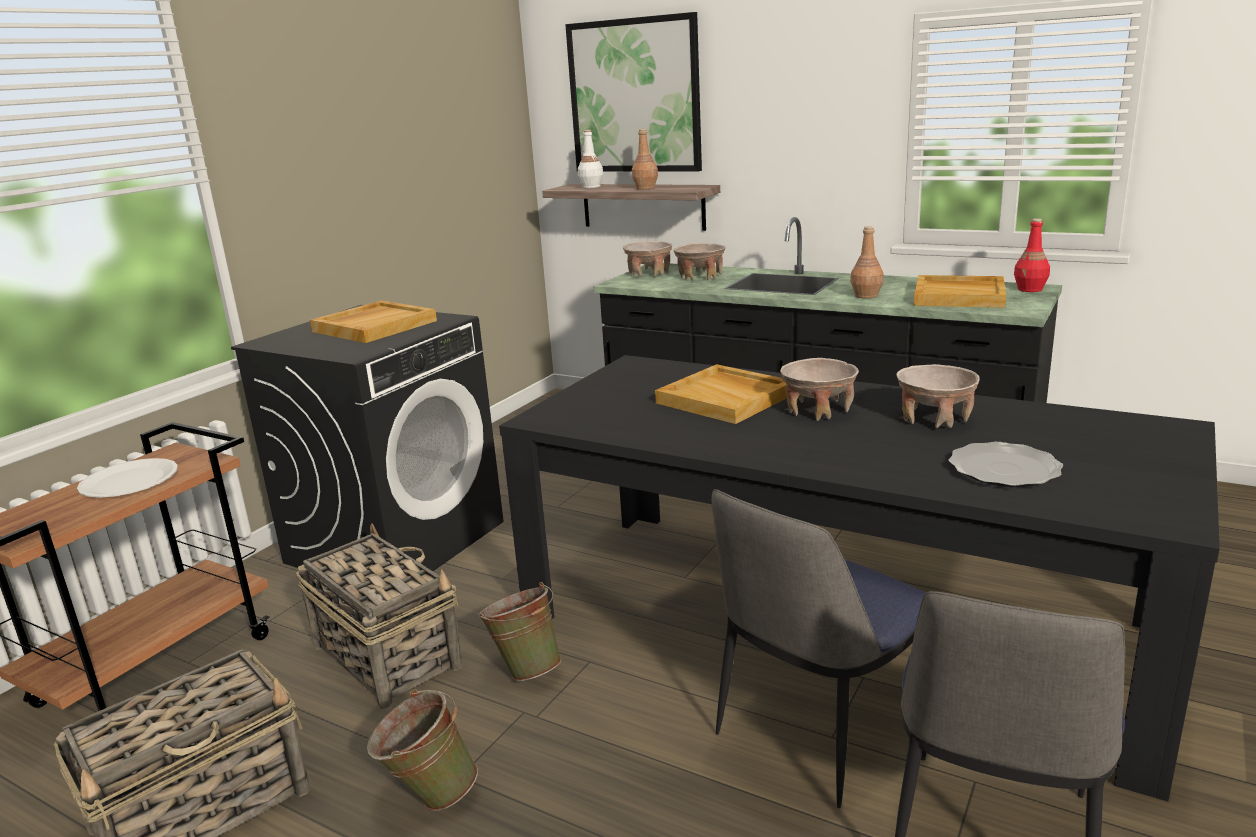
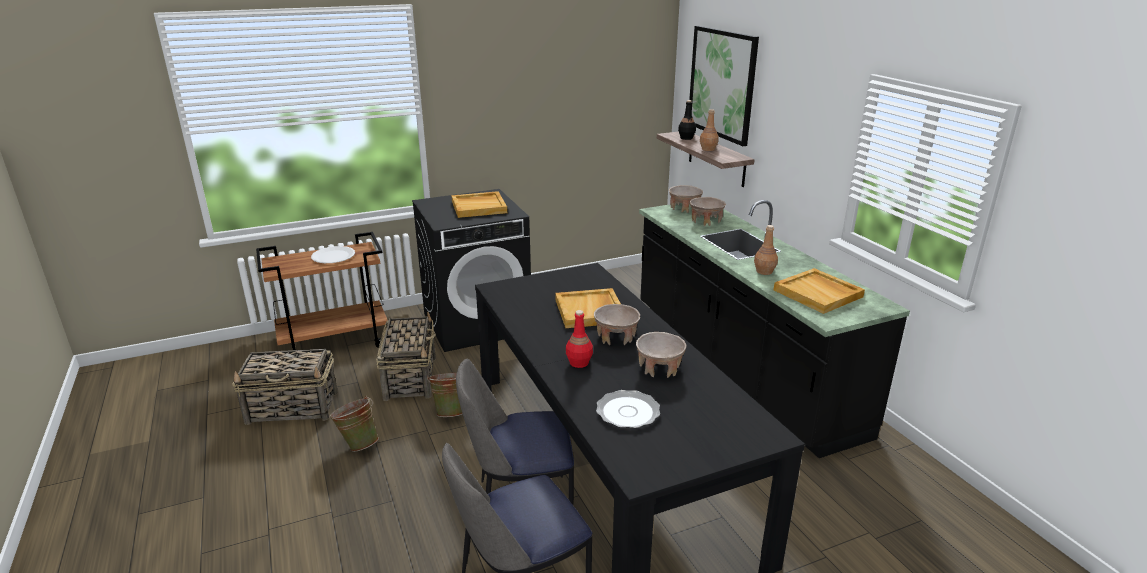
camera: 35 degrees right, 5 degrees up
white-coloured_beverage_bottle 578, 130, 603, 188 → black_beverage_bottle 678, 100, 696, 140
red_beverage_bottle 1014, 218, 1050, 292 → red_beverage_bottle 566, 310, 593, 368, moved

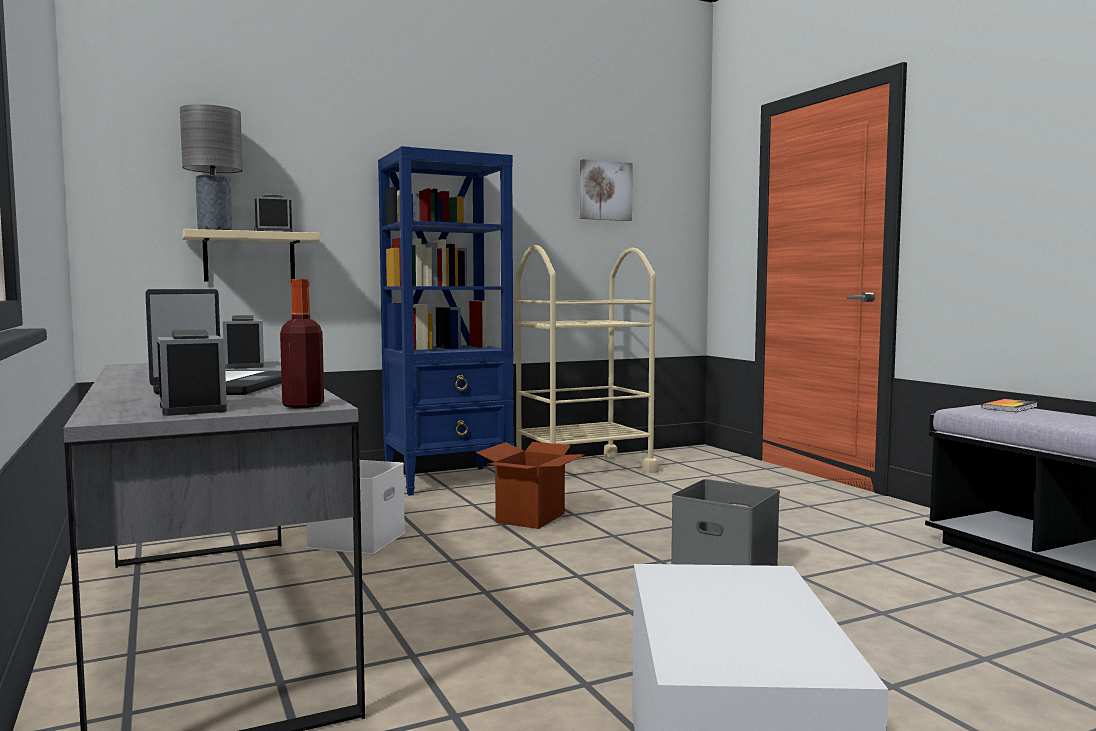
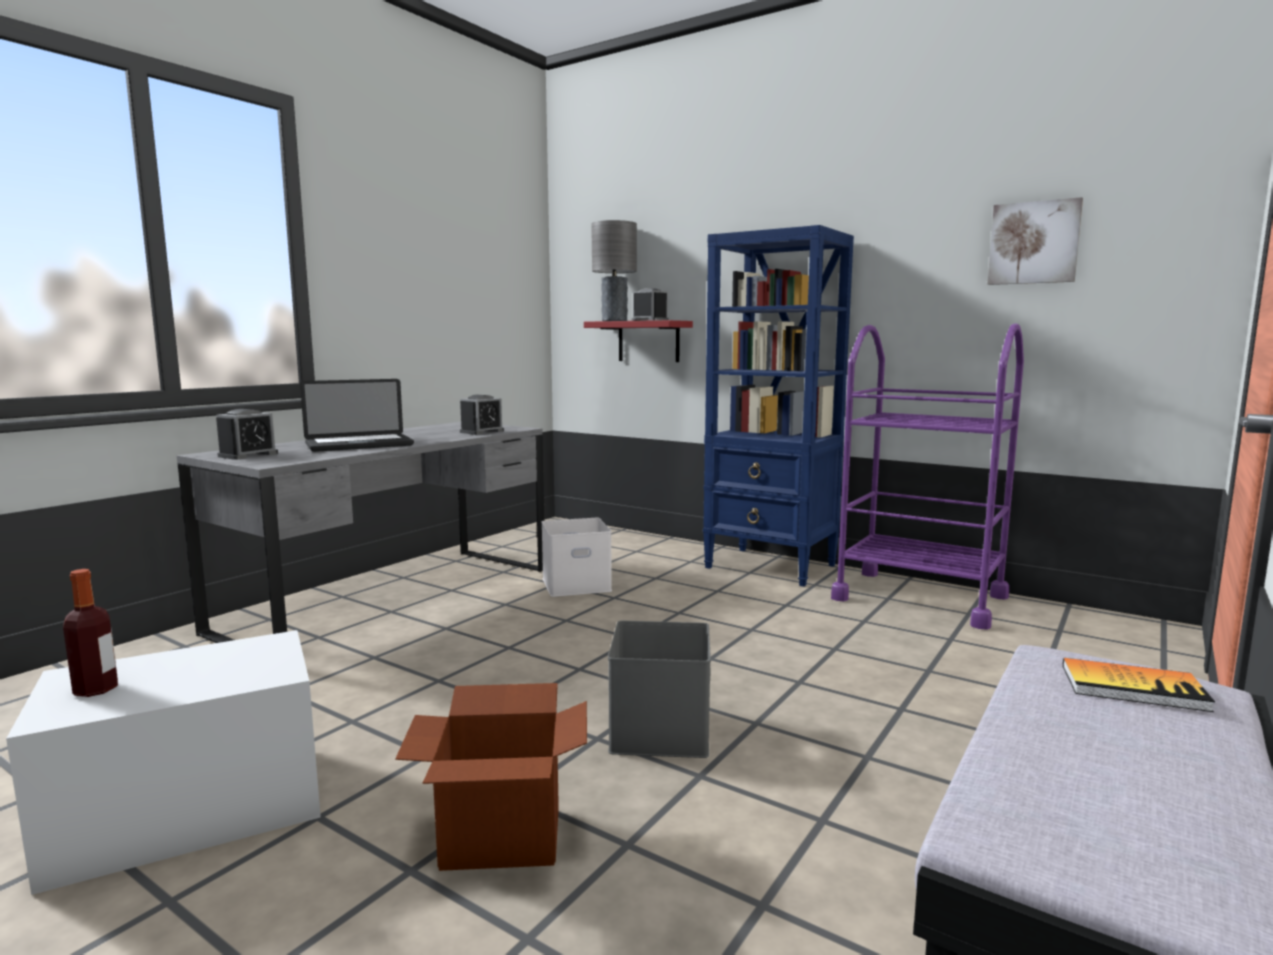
camera: 60 degrees right, 5 degrees up
beige-coloured_wall_shelf 182, 229, 320, 282 → red_wall_shelf 584, 320, 693, 362
beige-coloured_wheeled_cart 516, 245, 658, 473 → purple_wheeled_cart 831, 323, 1024, 630
beverage_bottle 280, 279, 324, 408 → beverage_bottle 63, 569, 118, 697, moved
packing_box 476, 442, 586, 529 → packing_box 395, 683, 587, 871, moved

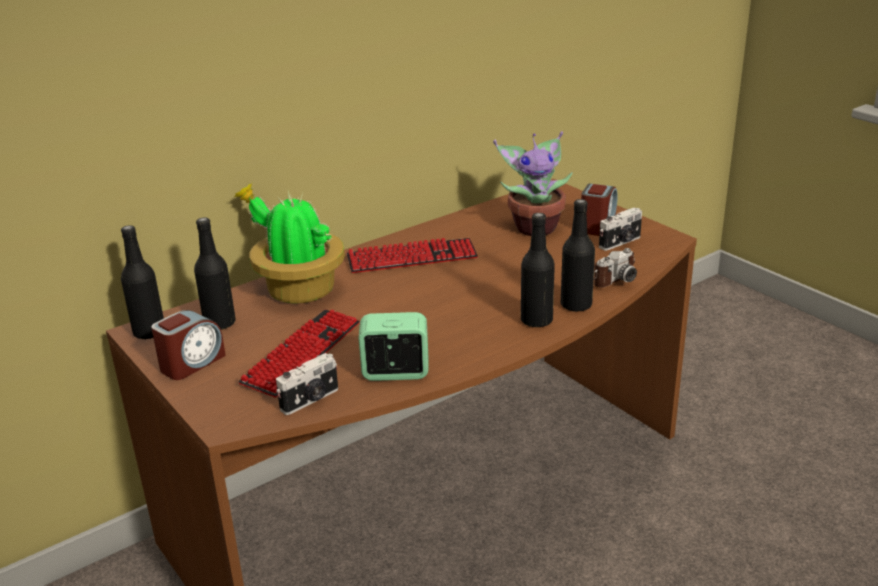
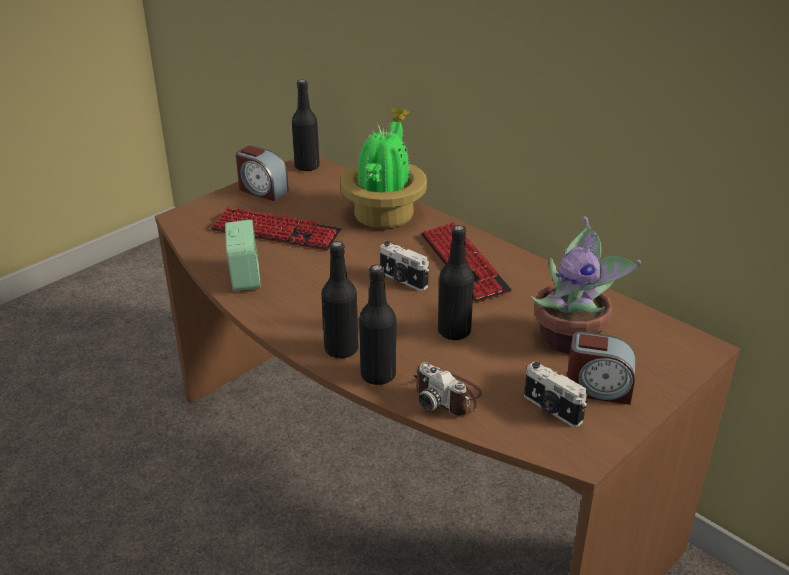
camera: 80 degrees right, 5 degrees up
black_beverage_bottle 194, 217, 236, 330 → black_beverage_bottle 438, 225, 474, 341, moved
photo_camera 276, 353, 338, 415 → photo_camera 380, 241, 429, 291, moved

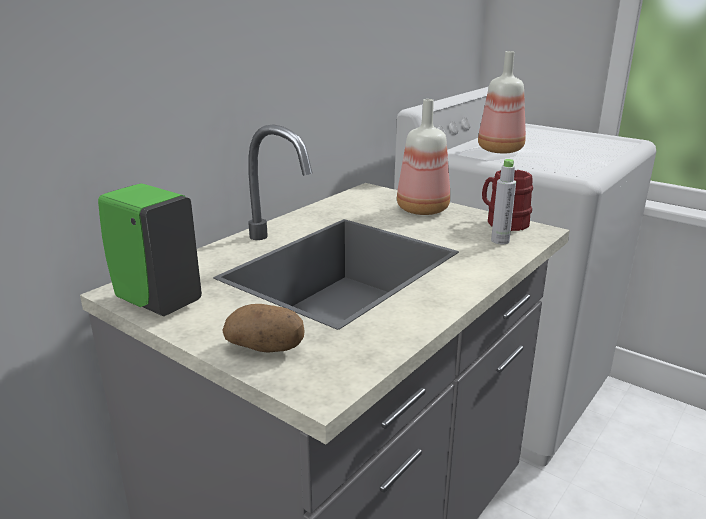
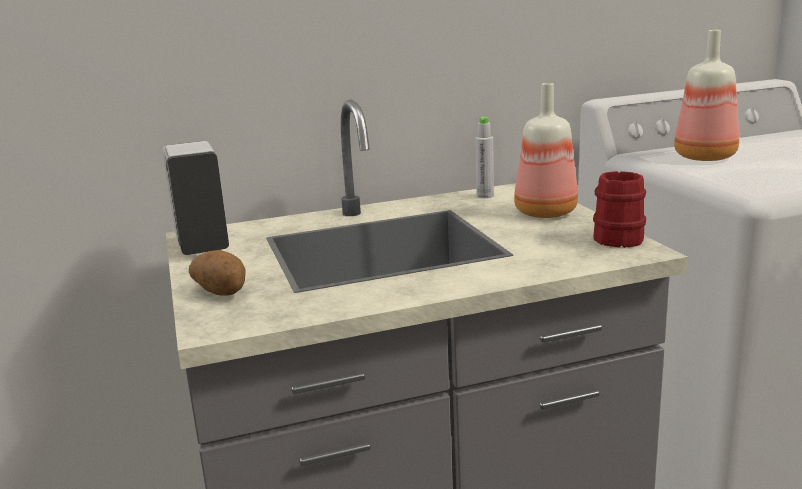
camera: 35 degrees right, 5 degrees down
gray_beverage_bottle 491, 159, 516, 244 → gray_beverage_bottle 475, 117, 494, 198, moved
greenish_liquid_soap_bottle 98, 183, 202, 316 → white-coloured_liquid_soap_bottle 162, 141, 229, 255

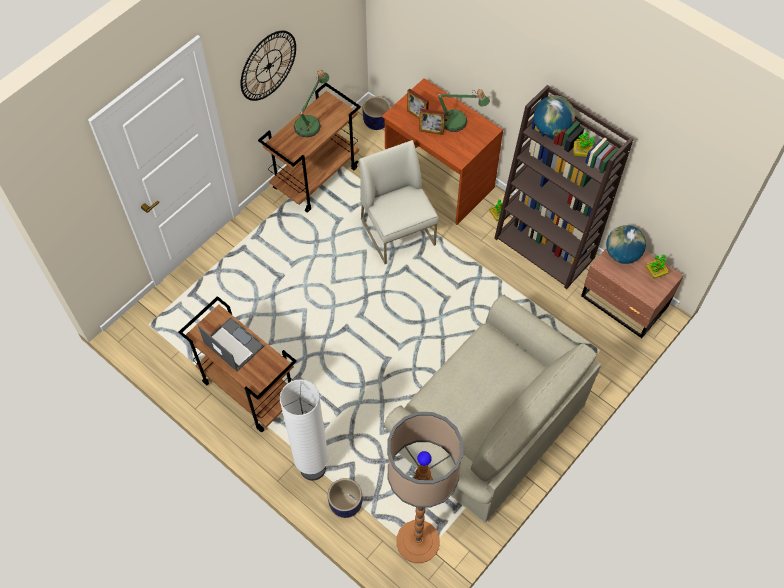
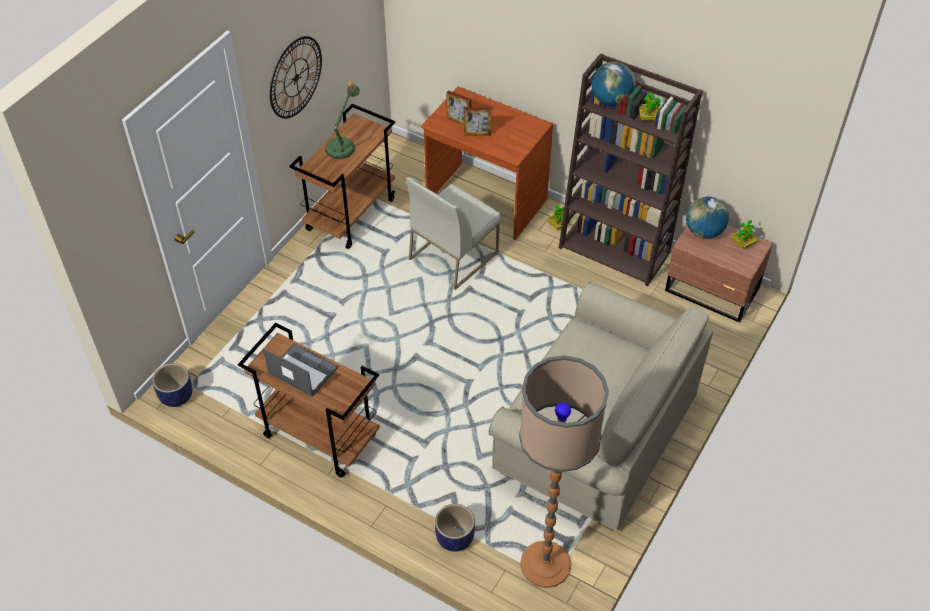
camera: 10 degrees left, 10 degrees down
table_lamp 437, 89, 490, 132 → -
planter 362, 96, 390, 130 → planter 152, 363, 192, 407, moved
white-coloured_chair 359, 140, 439, 264 → white-coloured_chair 406, 177, 501, 290, 105 degrees counterclockwise
white-coloured_standard_lamp 280, 380, 329, 481 → -

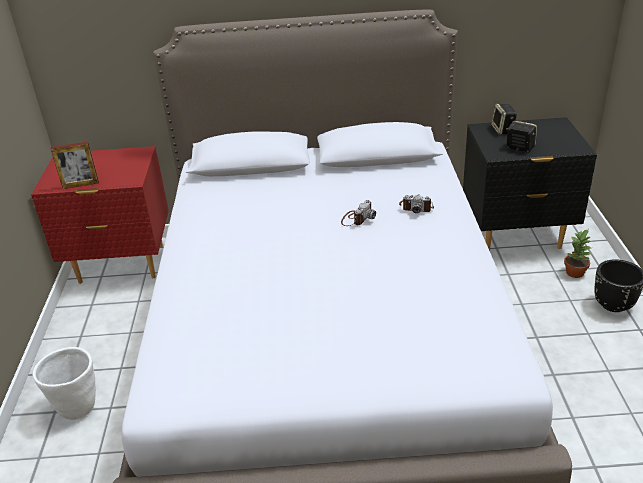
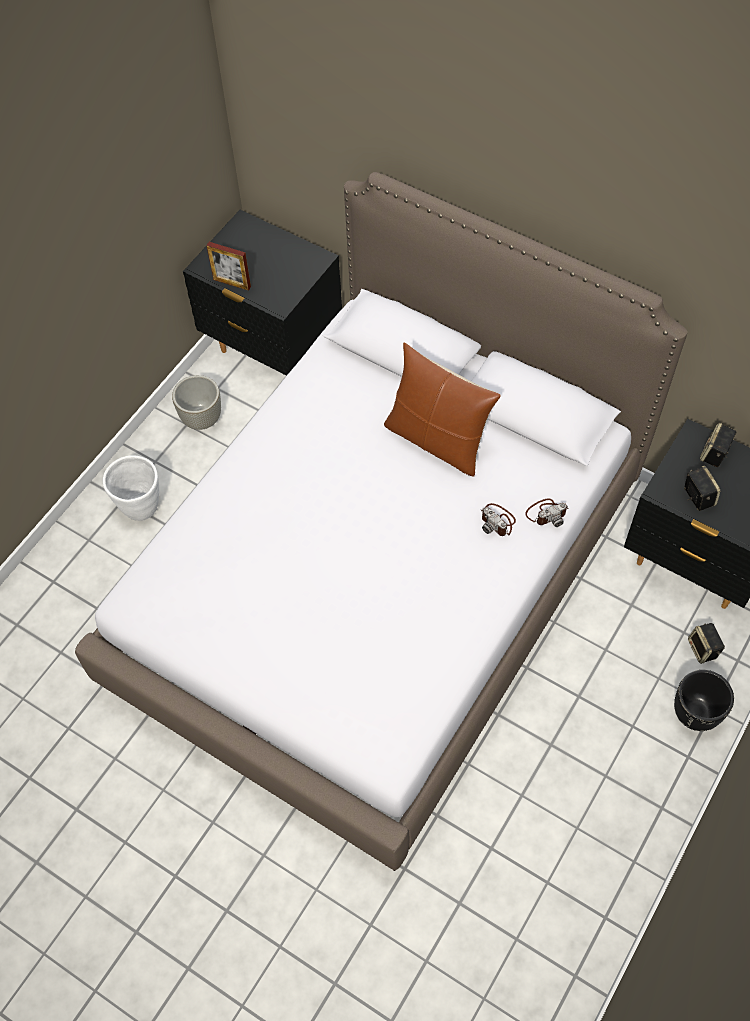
camera: 35 degrees right, 25 degrees up
red_night_table 31, 146, 169, 284 → black_night_table 183, 210, 342, 375
photo_camera 341, 200, 376, 226 → photo_camera 525, 499, 568, 527, moved
plant_in_a_pot 564, 230, 593, 278 → speaker 688, 623, 725, 664
- → brown_cushion 384, 342, 501, 477
- → gray_planter 172, 375, 221, 430

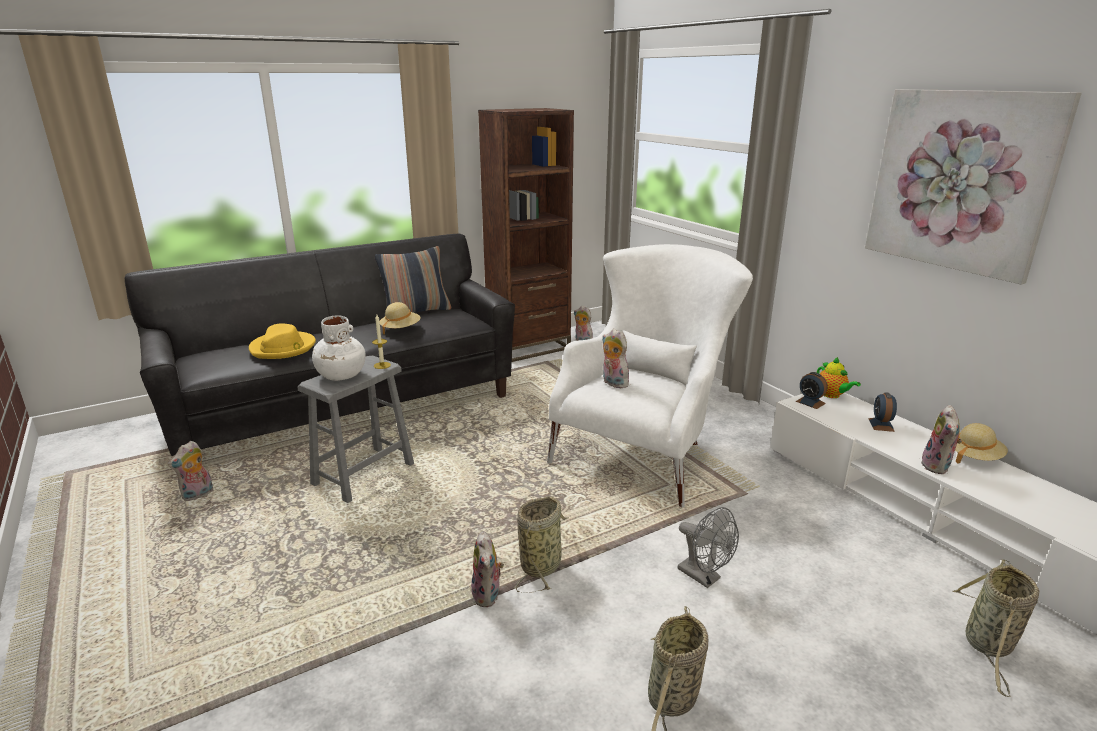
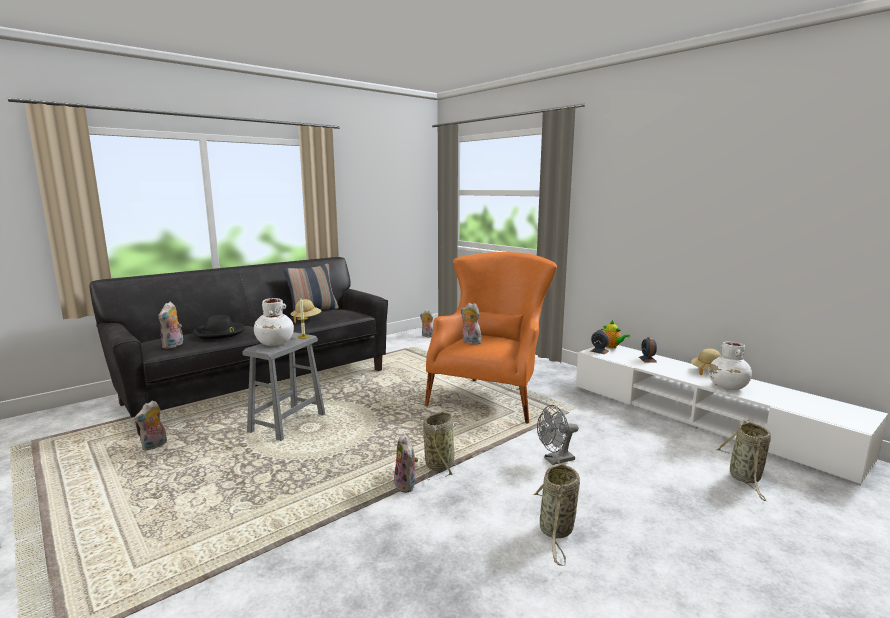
camera: 10 degrees left, 10 degrees down
wall_picture 865, 89, 1082, 285 → -
brown_bookcase 478, 108, 574, 362 → -
white-coloured_easy_chair 547, 244, 753, 508 → orange-coloured_easy_chair 425, 252, 557, 423
yellow-coloured_hat 249, 323, 316, 359 → black_hat 193, 315, 245, 339
plush_toy 921, 405, 962, 474 → plush_toy 158, 302, 183, 349, moved
gray_fan 677, 507, 739, 588 → gray_fan 537, 405, 579, 465, 120 degrees clockwise
- → white-coloured_flower_vase 708, 341, 752, 390

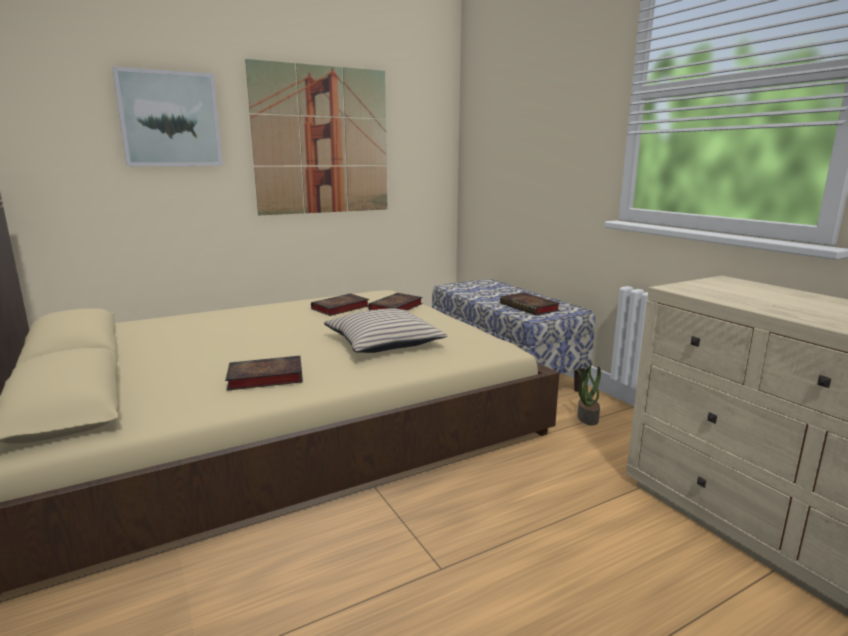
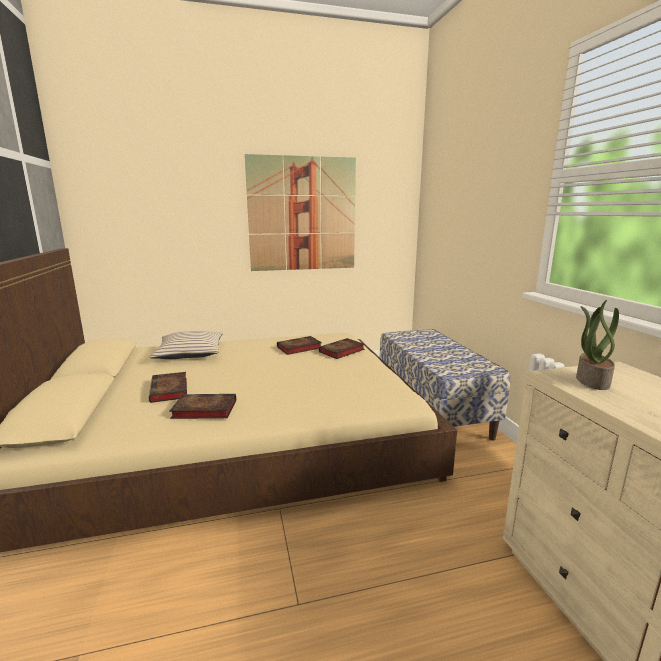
camera: 15 degrees right, 0 degrees up
wall_picture 112, 67, 223, 166 → -
bound_book 500, 292, 561, 315 → bound_book 149, 372, 187, 403, moved
beige-coloured_cushion 324, 308, 447, 353 → beige-coloured_cushion 150, 331, 223, 359, moved
plant_in_a_pot 576, 363, 601, 425 → plant_in_a_pot 576, 300, 619, 390, moved

